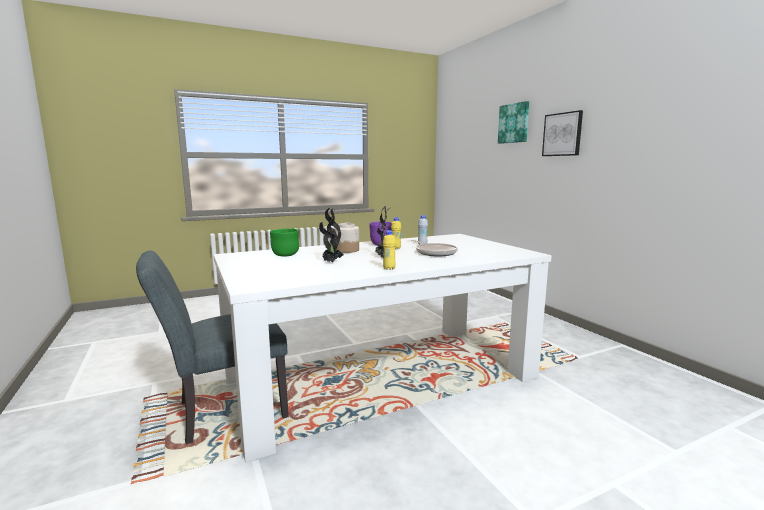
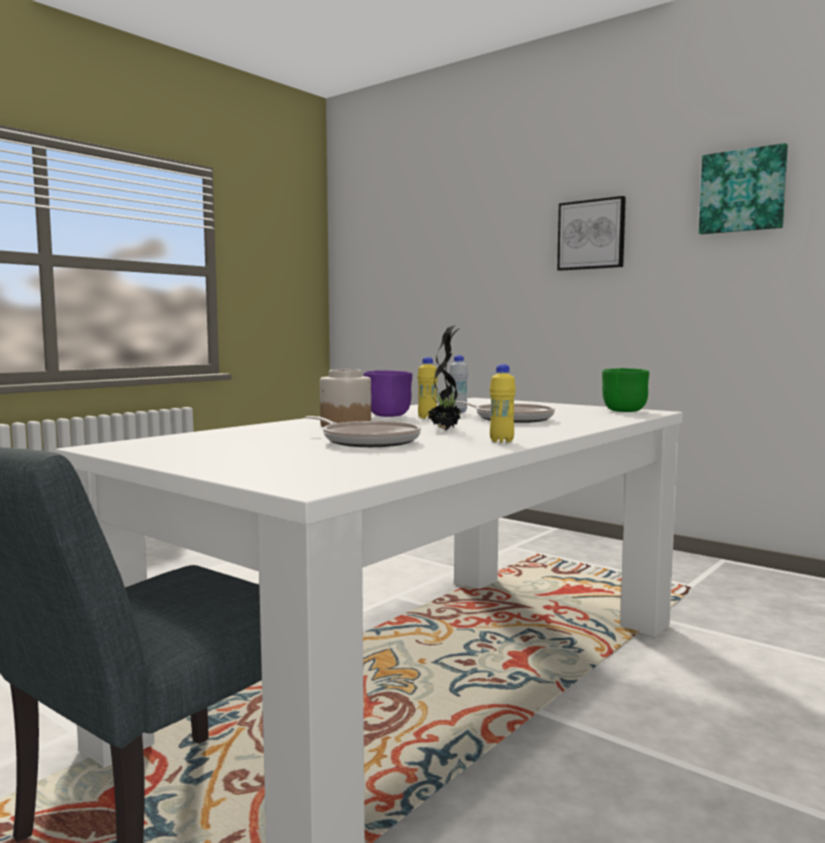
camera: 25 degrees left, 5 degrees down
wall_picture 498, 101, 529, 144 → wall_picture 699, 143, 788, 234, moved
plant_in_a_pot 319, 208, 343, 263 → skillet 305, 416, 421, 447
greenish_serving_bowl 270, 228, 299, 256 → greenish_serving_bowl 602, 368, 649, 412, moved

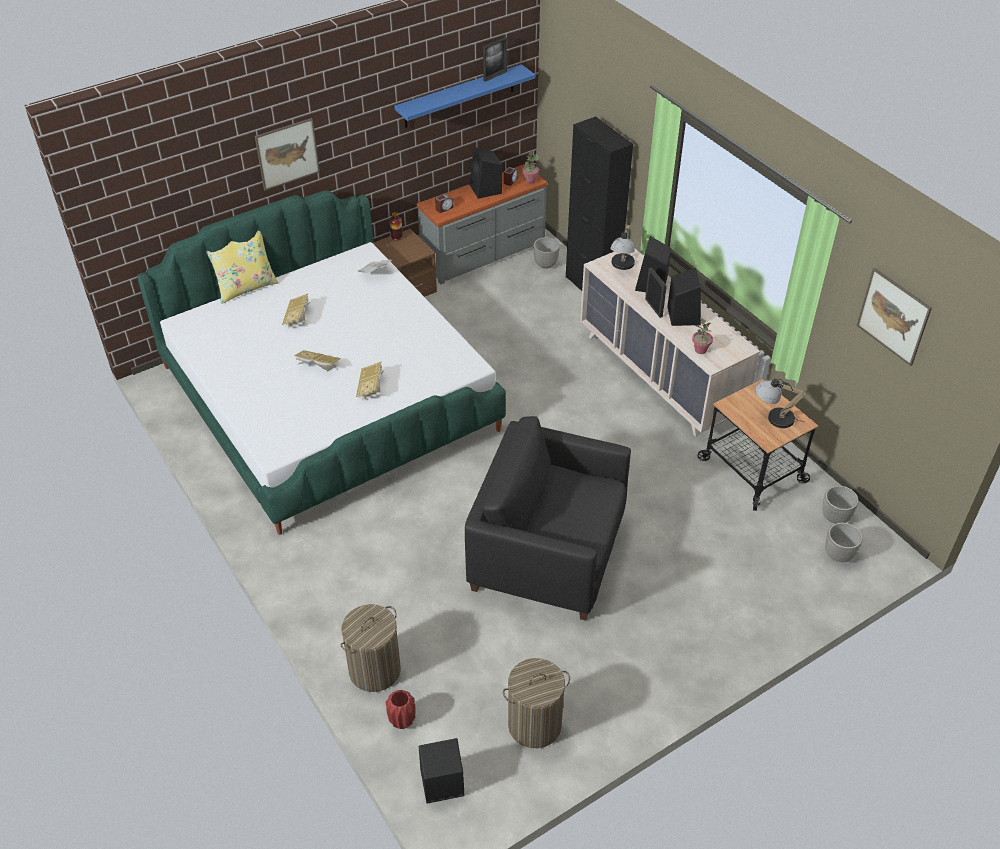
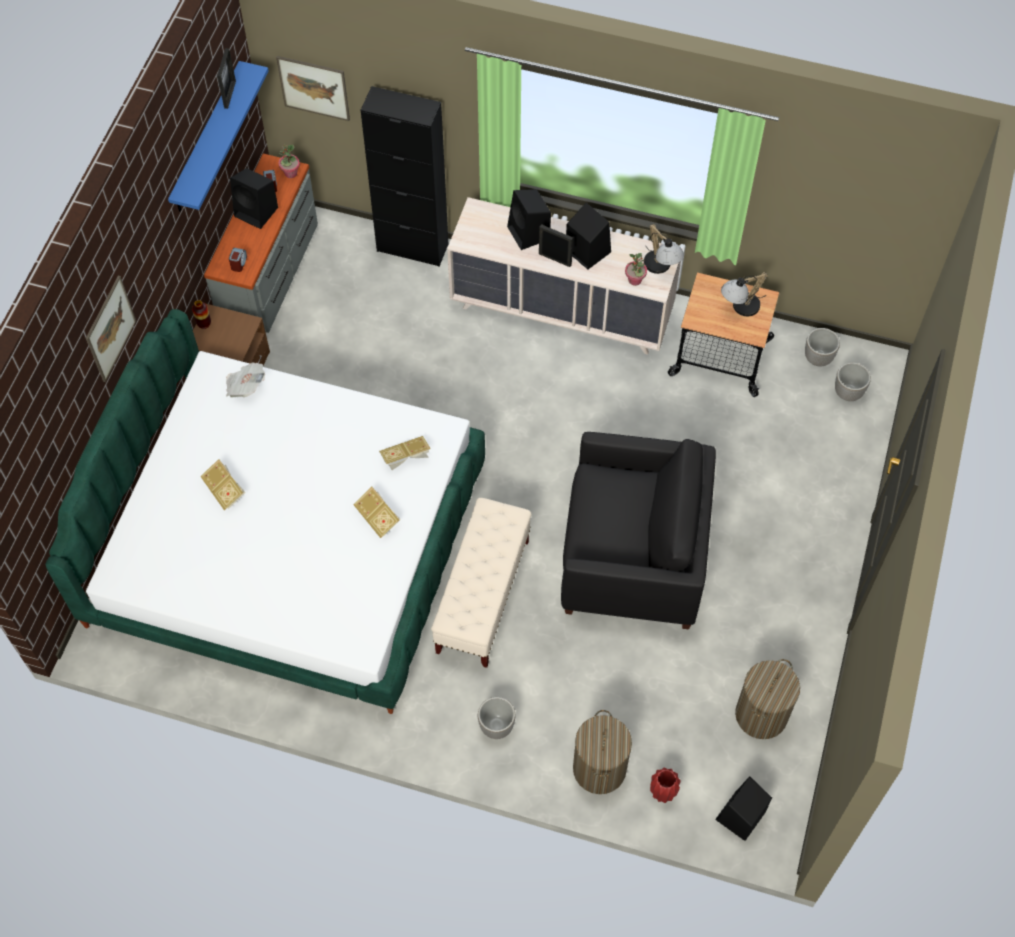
camera: 40 degrees left, 15 degrees up
table_lamp 610, 225, 635, 270 → table_lamp 644, 224, 684, 274, moved
yellow-coloured_cushion 206, 230, 279, 304 → -
planter 533, 237, 560, 269 → planter 478, 697, 515, 739, moved
wall_picture 856, 268, 932, 366 → wall_picture 276, 56, 350, 121, moved
bound_book 294, 350, 341, 371 → bound_book 379, 436, 431, 470, moved
black_easy_chair 465, 416, 631, 621 → black_easy_chair 561, 432, 716, 630, 150 degrees counterclockwise
- → beige-coloured_indoor_bench 431, 498, 532, 668

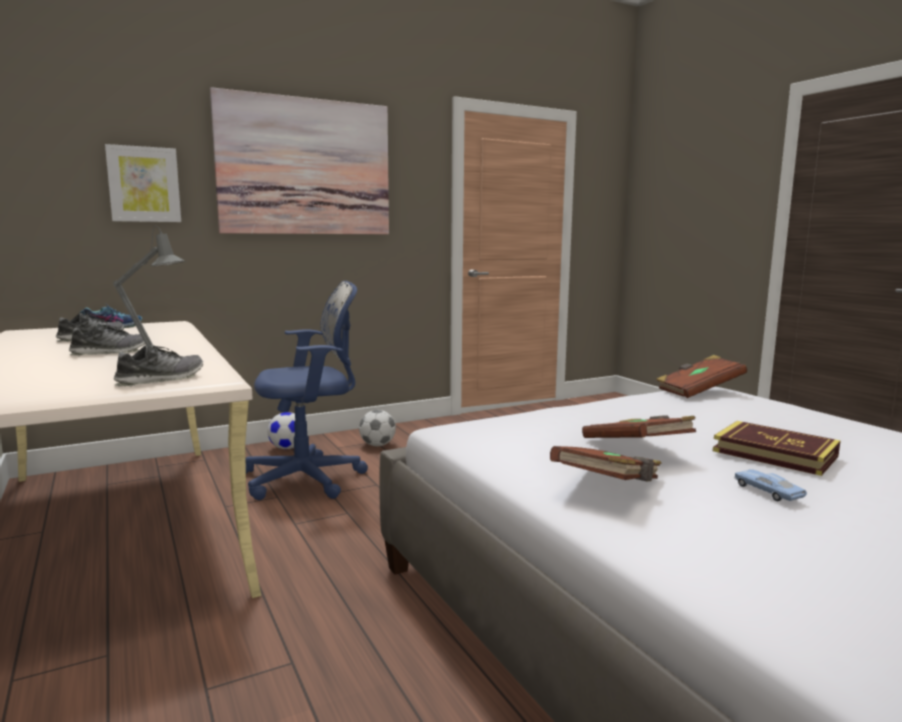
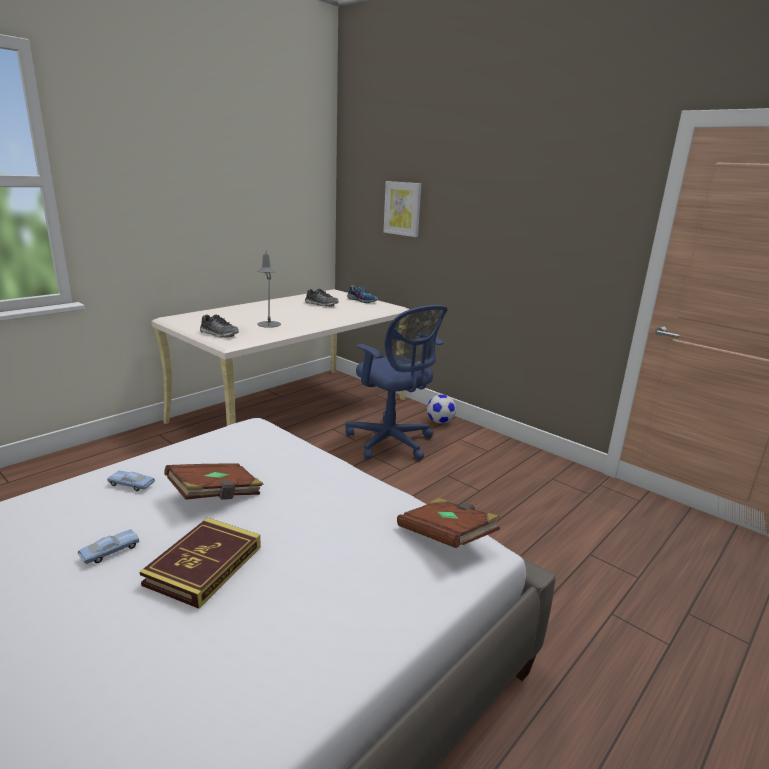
camera: 70 degrees right, 10 degrees up
wall_picture 210, 87, 389, 234 → -
shoe 69, 323, 145, 356 → -
ball_for_football 359, 410, 396, 446 → -
brown_bound_book 550, 446, 662, 481 → blue_model_car 107, 471, 155, 491

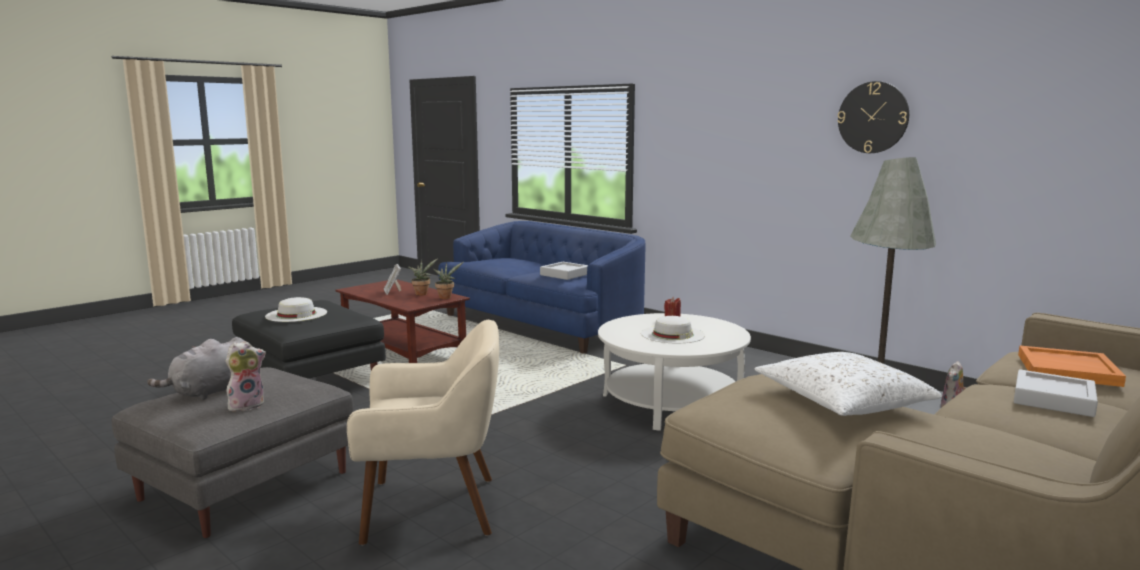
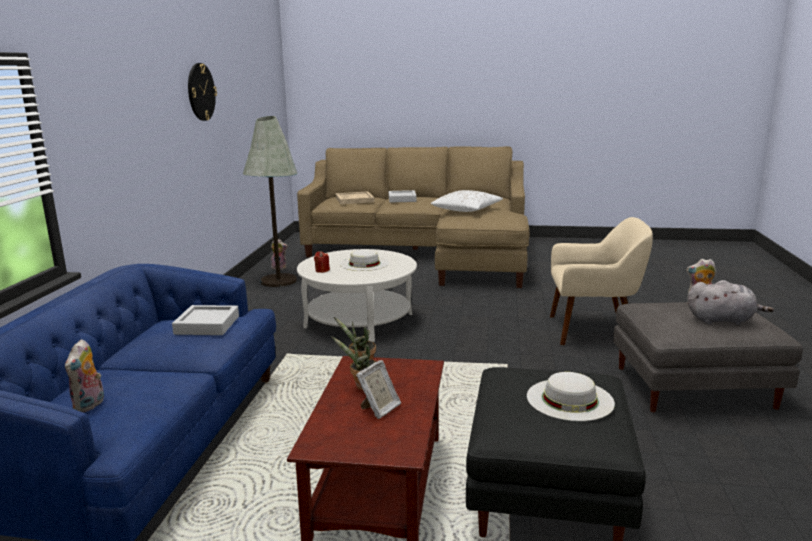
camera: 125 degrees left, 5 degrees up
beige-coloured_easy_chair 347, 320, 499, 545 → beige-coloured_easy_chair 550, 217, 653, 346, 135 degrees clockwise
orange-coloured_tray 1018, 346, 1126, 387 → beige-coloured_tray 336, 191, 375, 204
- → plush_toy 65, 339, 104, 413

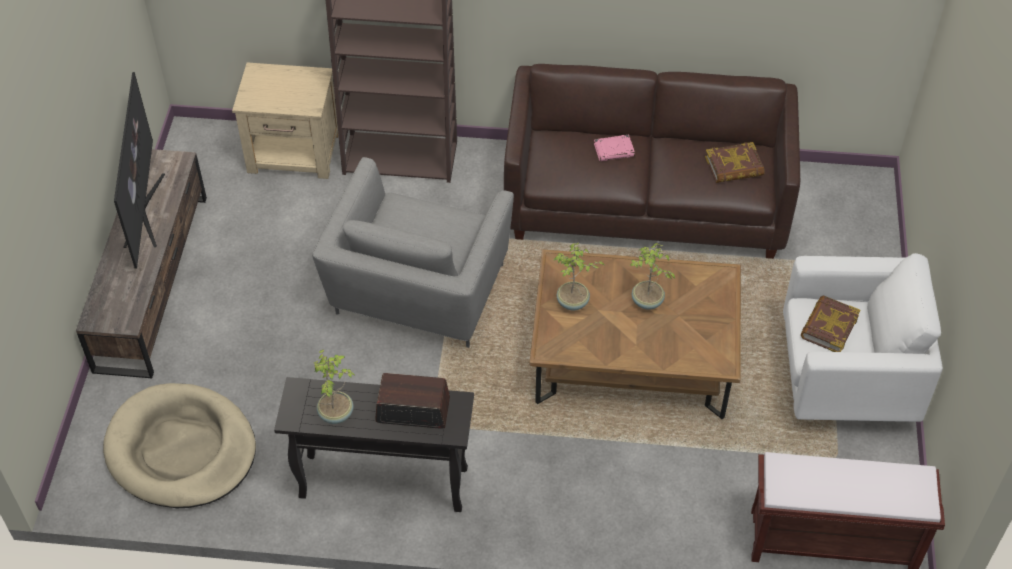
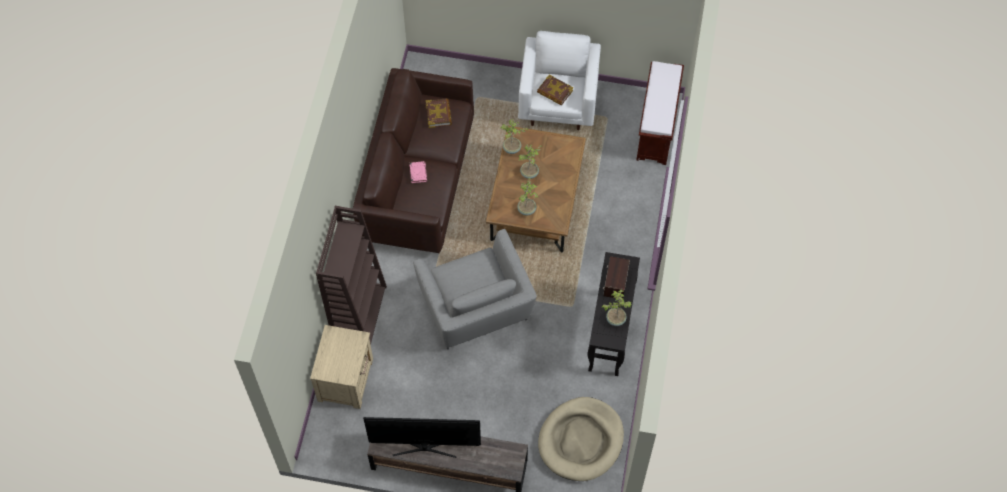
camera: 85 degrees left, 10 degrees up
gray_easy_chair 312, 157, 514, 348 → gray_easy_chair 413, 229, 537, 350, 45 degrees clockwise
- → plant_in_a_pot 500, 119, 528, 154

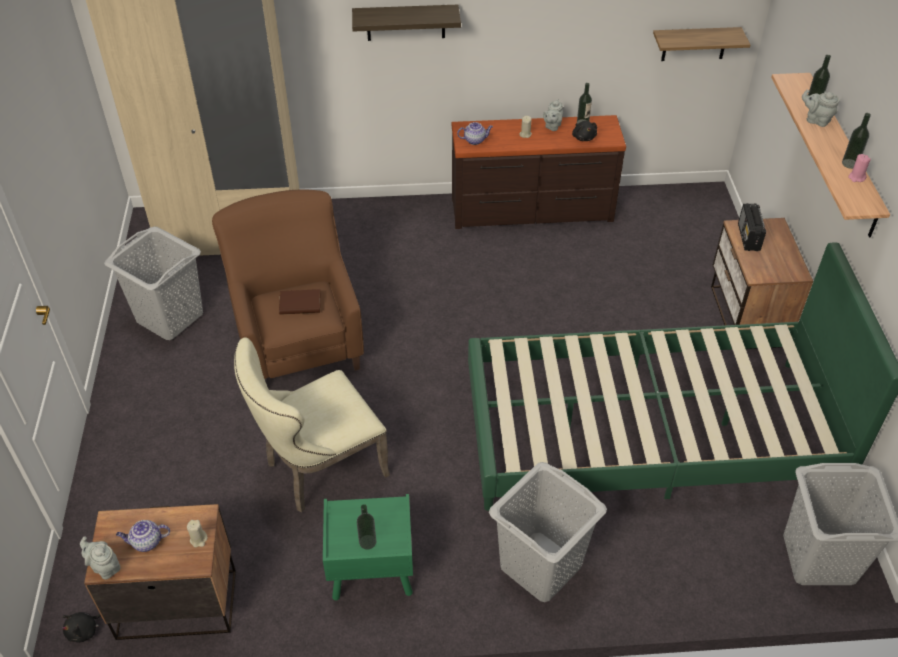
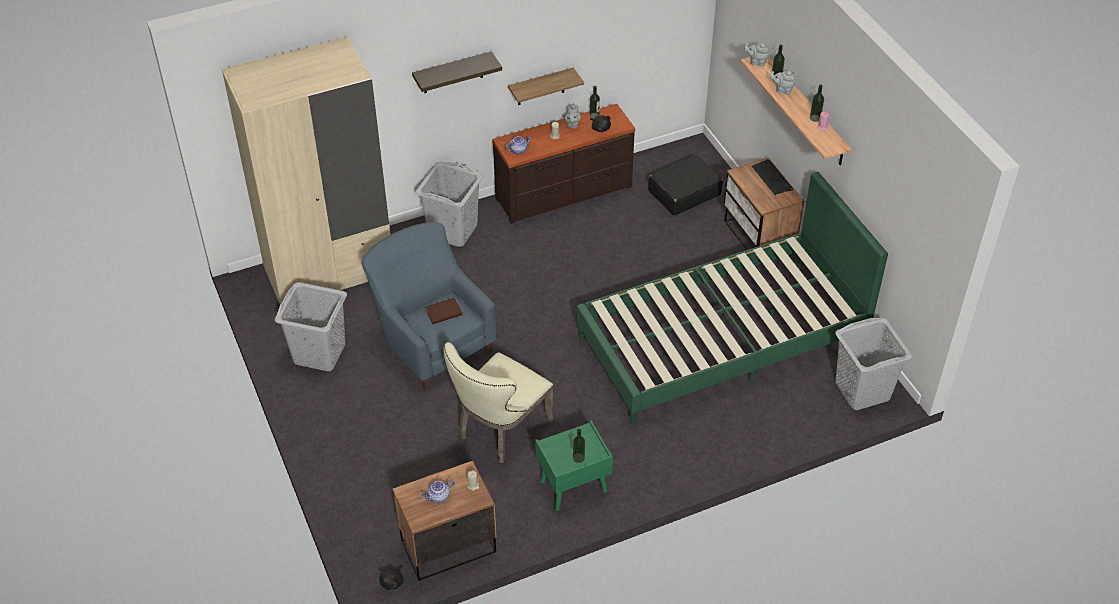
camera: 20 degrees left, 0 degrees up
wall_shelf 653, 27, 751, 61 → wall_shelf 508, 68, 584, 105, moved
brown_easy_chair 212, 190, 364, 379 → blue_easy_chair 361, 222, 496, 390
radio_set 738, 203, 766, 251 → -
gray_washing_basket 489, 462, 607, 602 → gray_washing_basket 416, 162, 483, 247, moved
gray_teapot 80, 537, 120, 580 → gray_teapot 744, 43, 770, 67, moved
- → black_travel_case 648, 155, 723, 216
- → computer_keyboard 752, 159, 793, 195

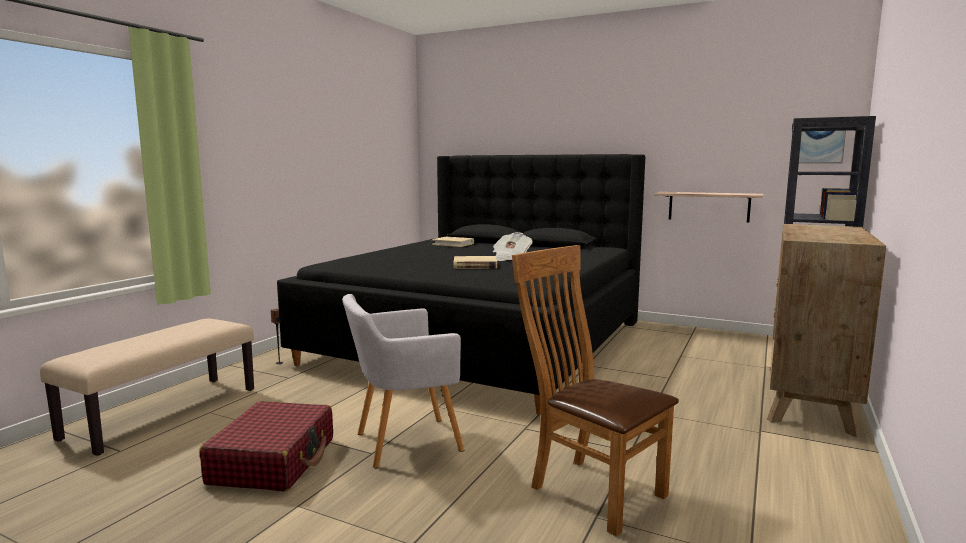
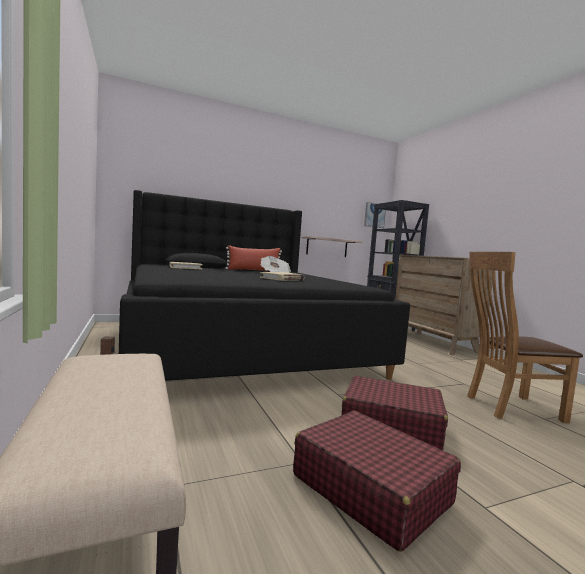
camera: 50 degrees left, 5 degrees down
gray_easy_chair 342, 294, 464, 468 → red_travel_case 341, 376, 448, 450
- → red_cushion 226, 245, 282, 271

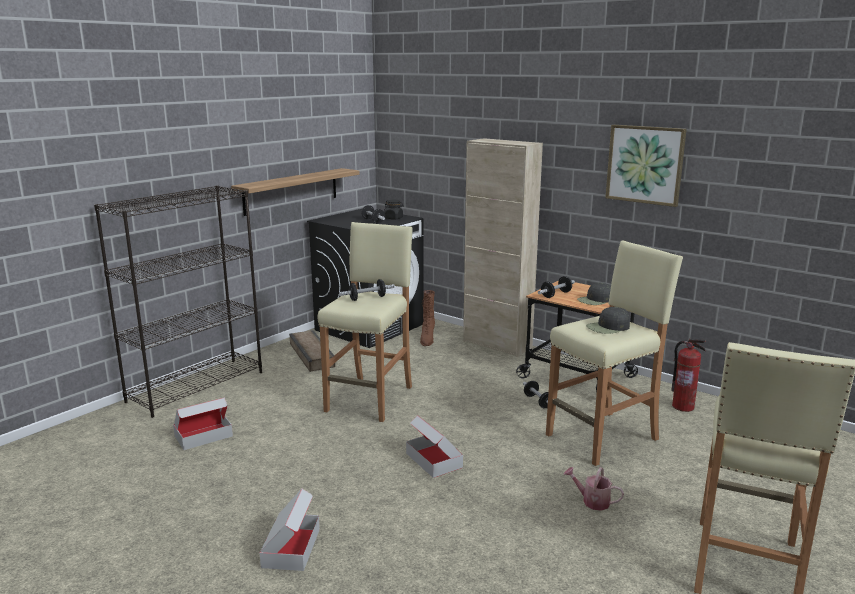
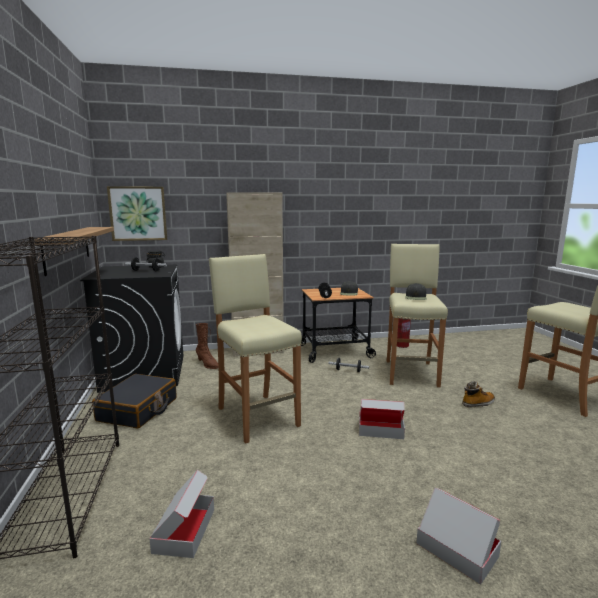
camera: 50 degrees left, 5 degrees down
wall_picture 605, 125, 687, 207 → wall_picture 107, 186, 167, 241, moved
dumbbell 339, 279, 395, 301 → -
crate 289, 330, 335, 372 → black_travel_case 92, 374, 176, 429
watering_pot 564, 467, 624, 511 → tall_boot 462, 381, 495, 408

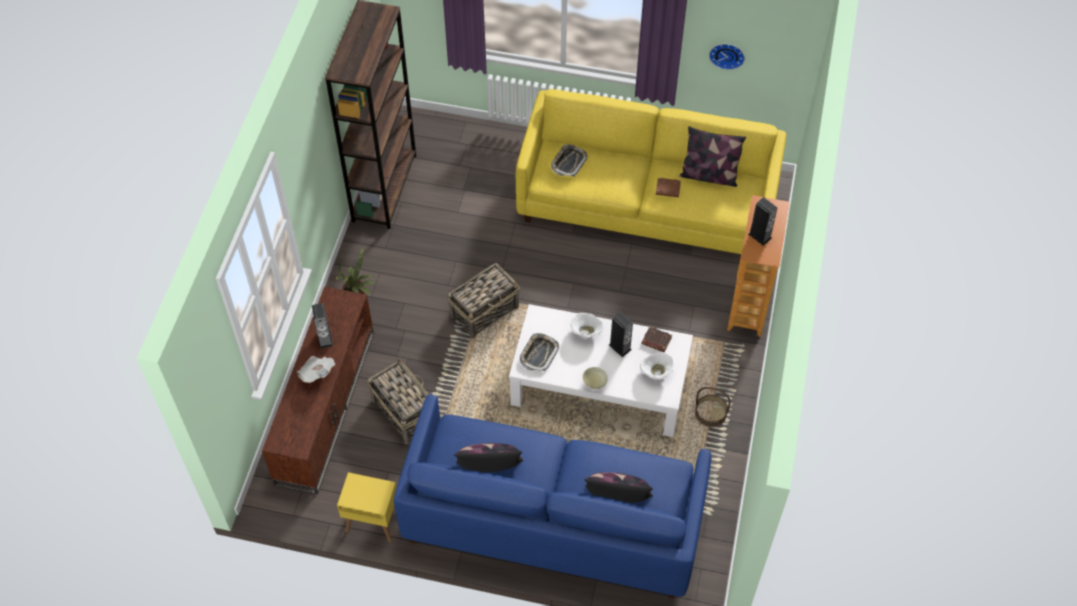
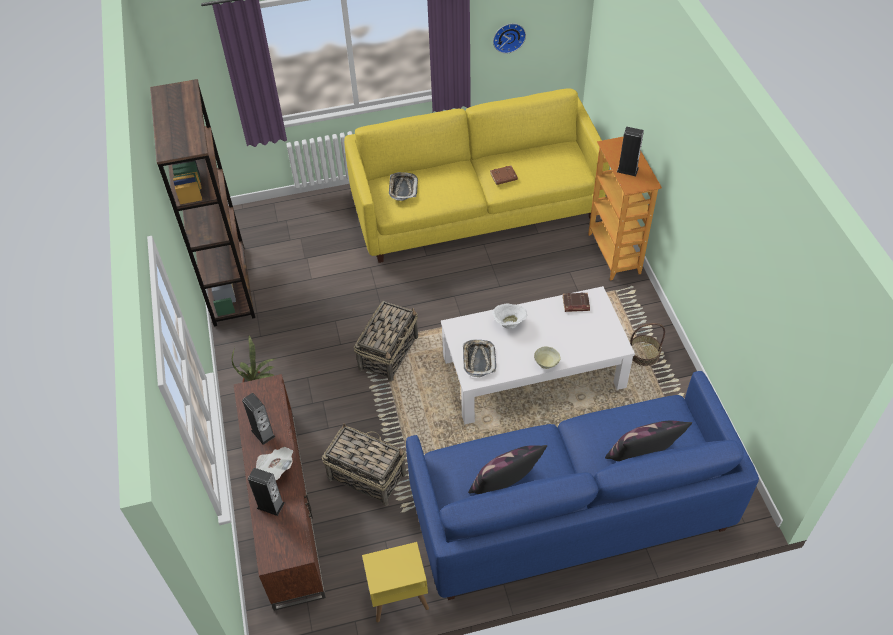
camera: 25 degrees left, 5 degrees down
cushion 679, 126, 746, 187 → -
speaker 609, 312, 633, 357 → speaker 248, 468, 285, 516, moved
white-coloured_serving_bowl 640, 353, 675, 380 → -

